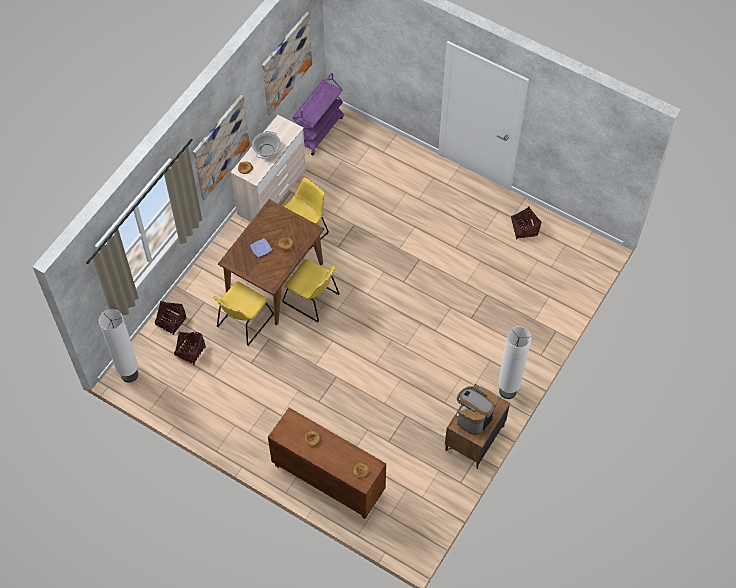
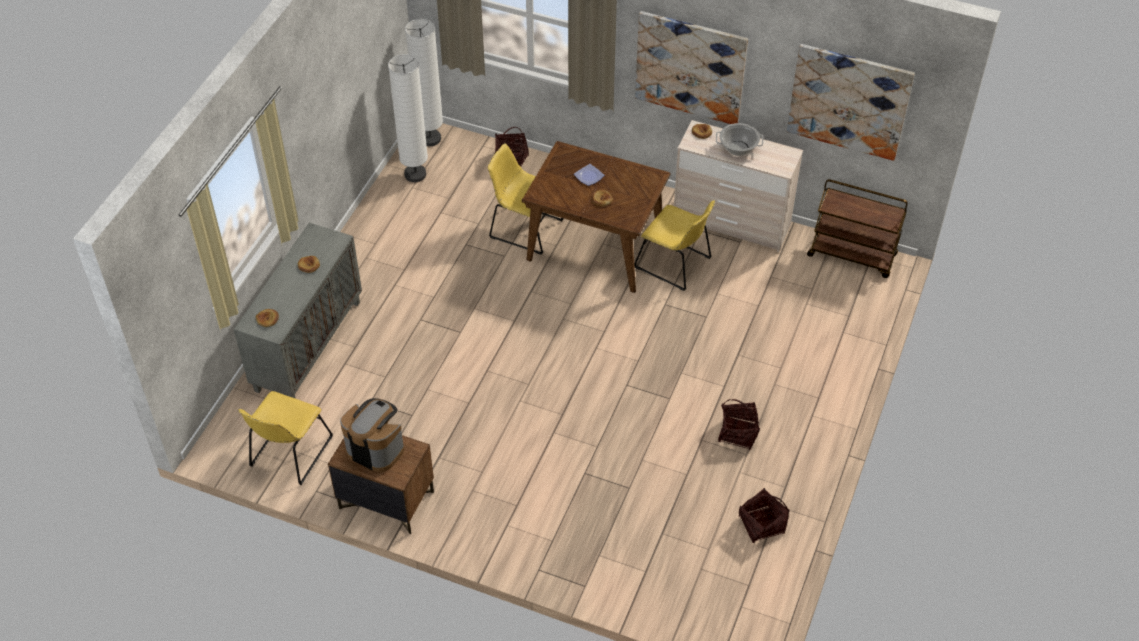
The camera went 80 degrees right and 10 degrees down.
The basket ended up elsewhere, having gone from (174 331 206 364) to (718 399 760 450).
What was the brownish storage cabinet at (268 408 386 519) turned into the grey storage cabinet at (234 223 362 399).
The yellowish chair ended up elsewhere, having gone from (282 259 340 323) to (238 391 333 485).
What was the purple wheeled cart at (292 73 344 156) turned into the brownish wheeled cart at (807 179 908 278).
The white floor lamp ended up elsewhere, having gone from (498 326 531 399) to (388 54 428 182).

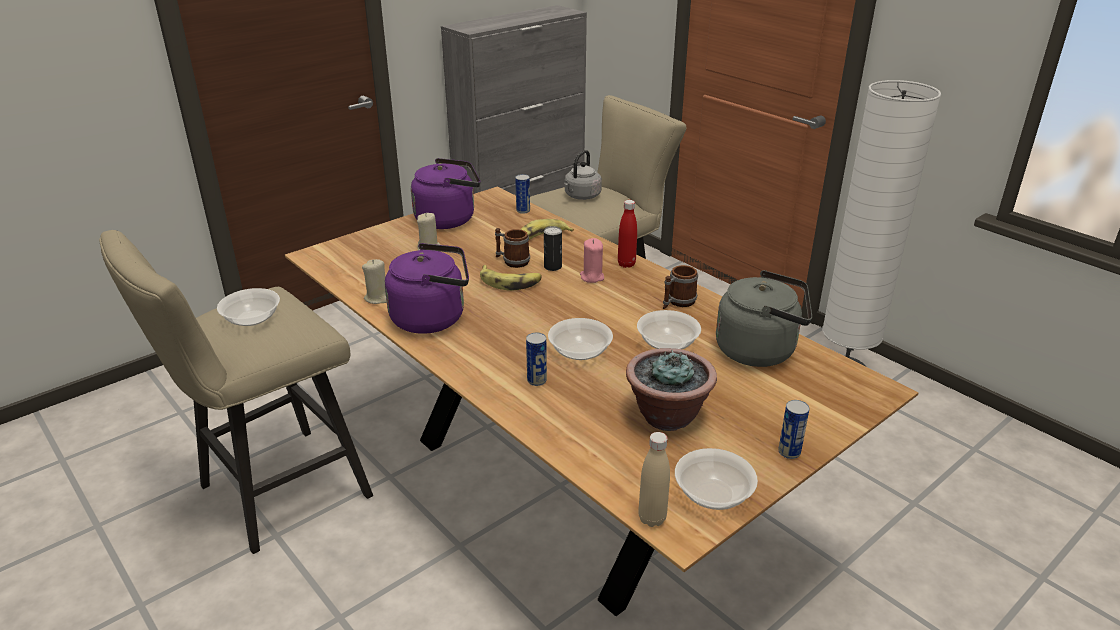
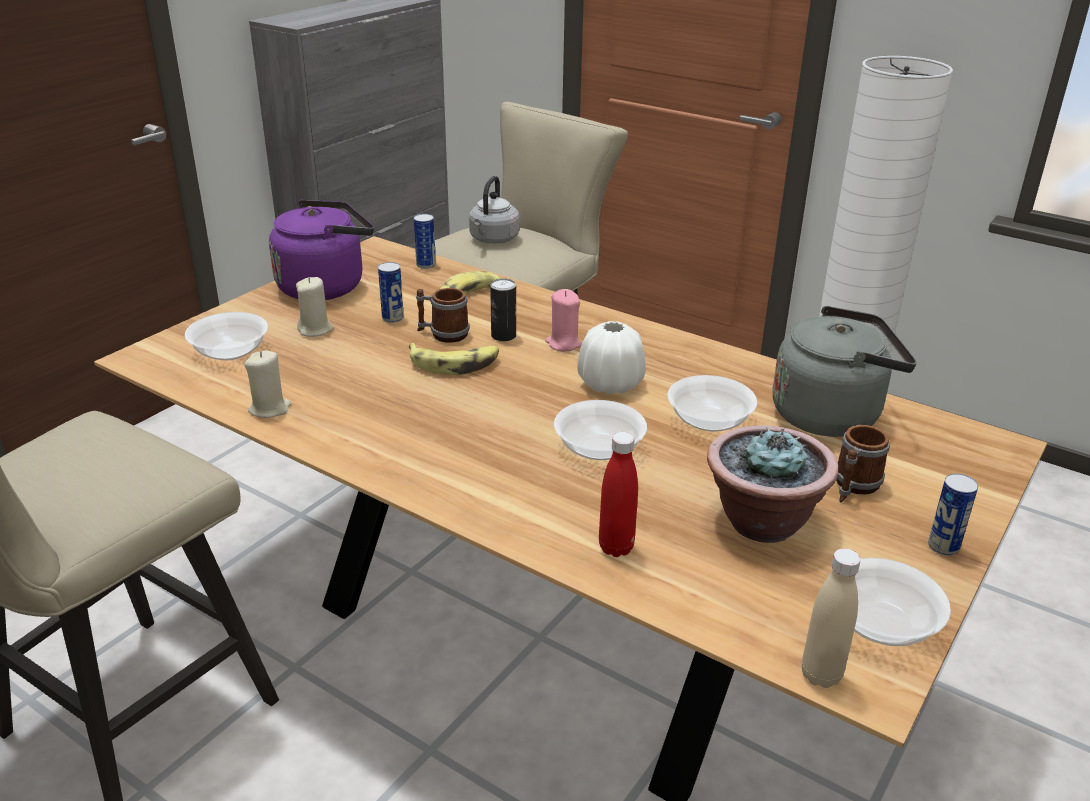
The camera went 15 degrees left and 0 degrees up.
The bowl ended up elsewhere, having gone from (217 288 280 326) to (185 312 268 361).
The second view lost the purple water kettle at (385 243 469 334).
The metal can ended up elsewhere, having gone from (526 332 547 386) to (378 262 404 323).
The red beverage bottle ended up elsewhere, having gone from (618 200 637 268) to (599 432 638 557).
The coffee mug ended up elsewhere, having gone from (663 265 698 309) to (836 425 890 503).
The second view gained the white flower vase at (577 321 646 395).

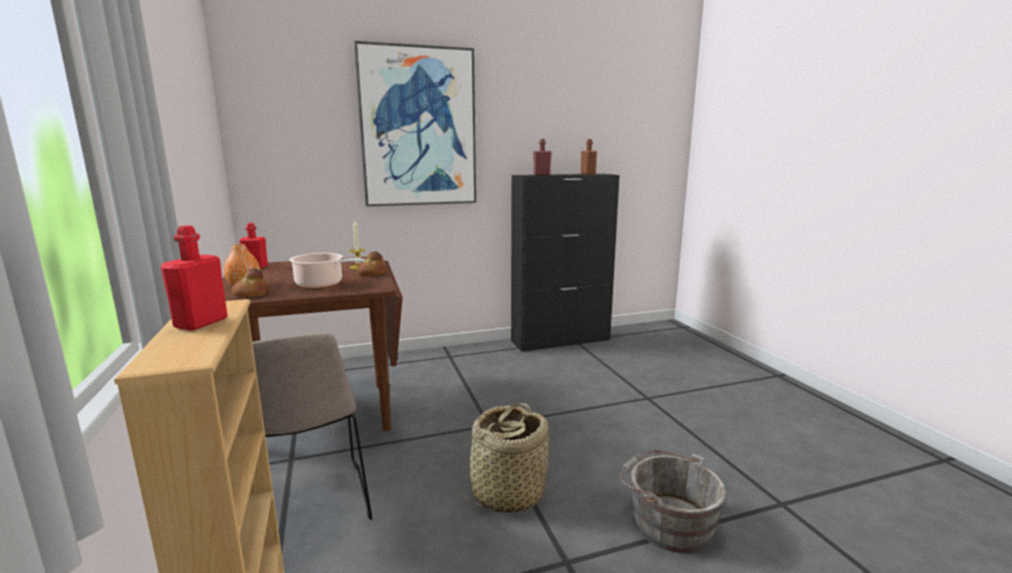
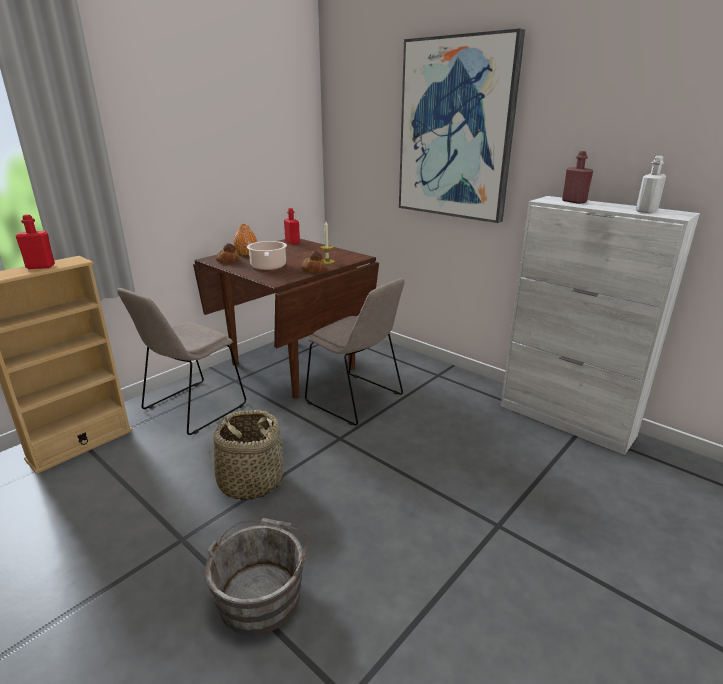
The camera went 60 degrees right and 10 degrees up.
What was the black storage cabinet at (511 174 620 352) turned into the white storage cabinet at (501 196 700 455).
What was the brownish beverage bottle at (581 139 597 175) turned into the white beverage bottle at (636 156 666 213).
The second view gained the sand-coloured chair at (305 278 404 425).

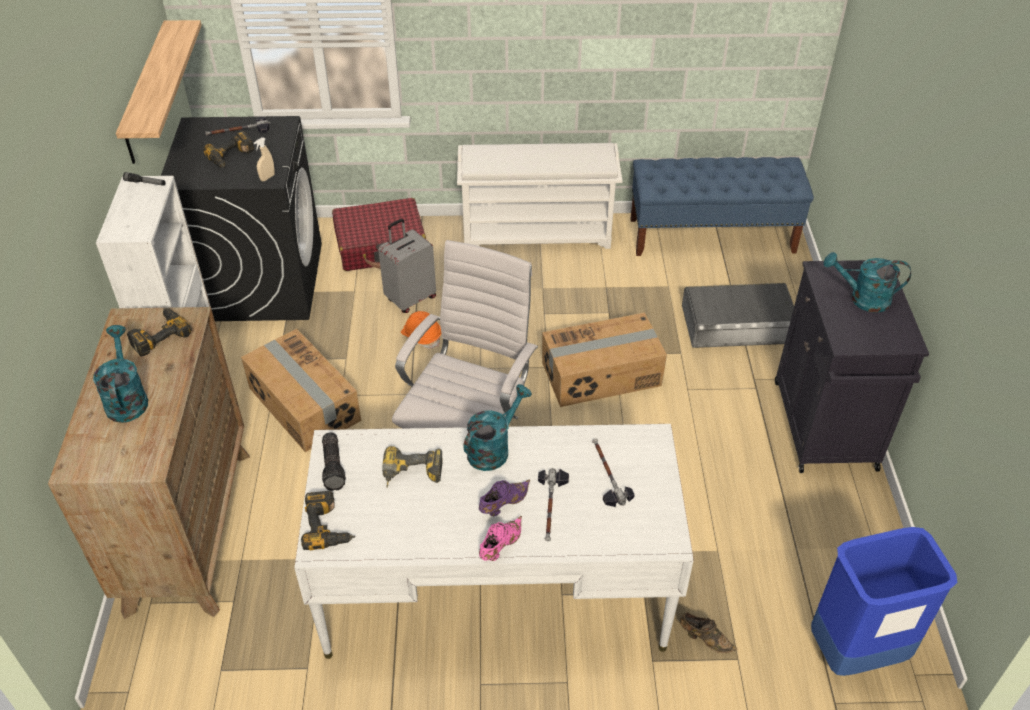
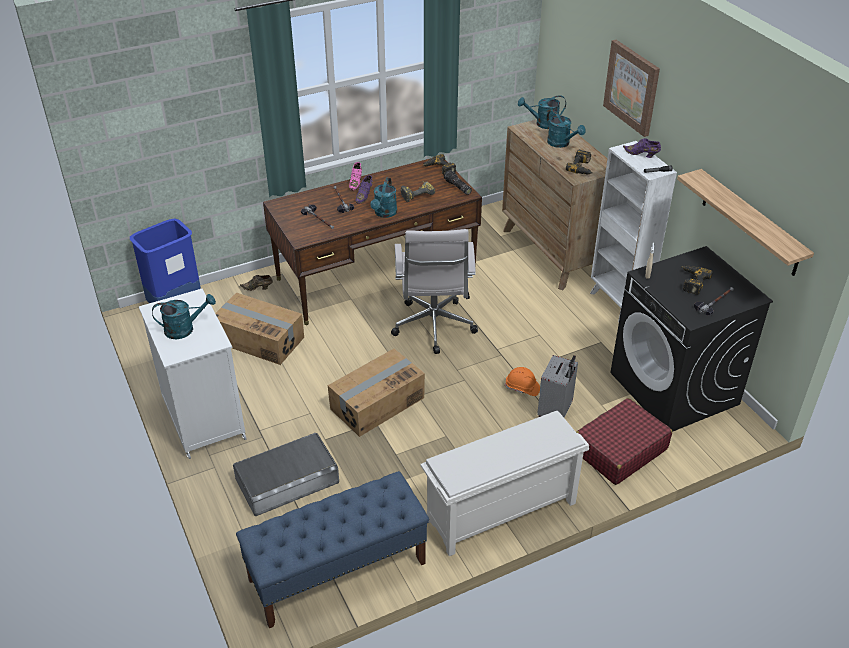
The camera went 155 degrees right and 5 degrees down.
The packing box ended up elsewhere, having gone from (241 329 361 452) to (215 292 304 365).
What was the white desk table at (294 424 694 659) turned into the brownish desk table at (263 158 482 325).
What was the black storage cabinet at (775 260 929 473) turned into the white storage cabinet at (139 289 247 459).
The second view gained the blue-green watering can at (518 95 566 129).
The second view gained the picture at (603 40 660 137).
The second view gained the purple item of footwear at (623 138 661 158).

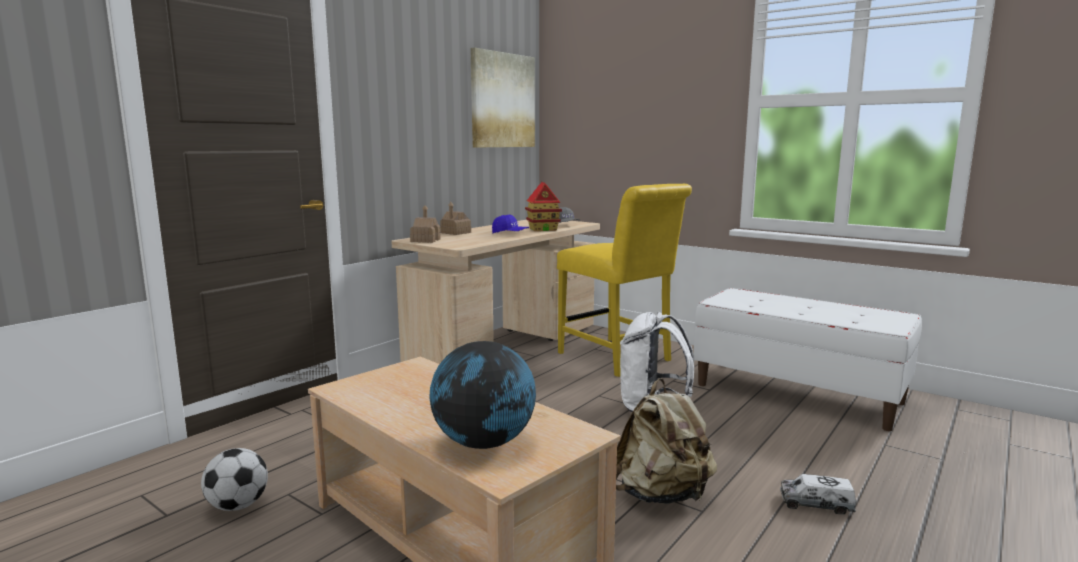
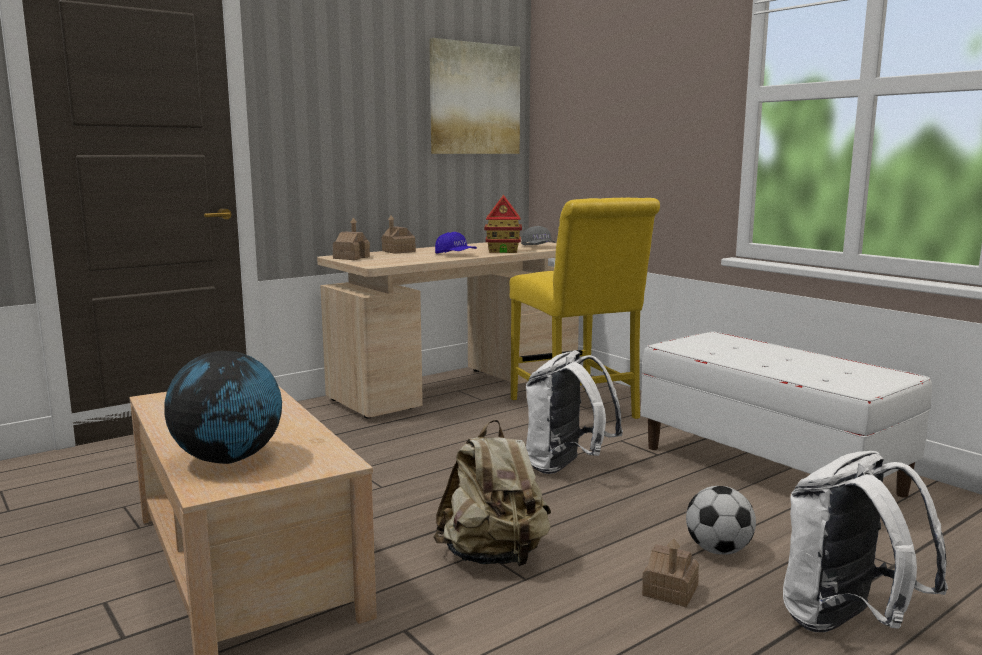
The camera went 15 degrees right and 0 degrees up.
The football ended up elsewhere, having gone from (201 448 268 511) to (686 486 756 555).
Where the toy lorry stood at (780 474 856 515), the model house came to stand at (642 538 699 607).
The second view gained the white backpack at (783 451 948 632).

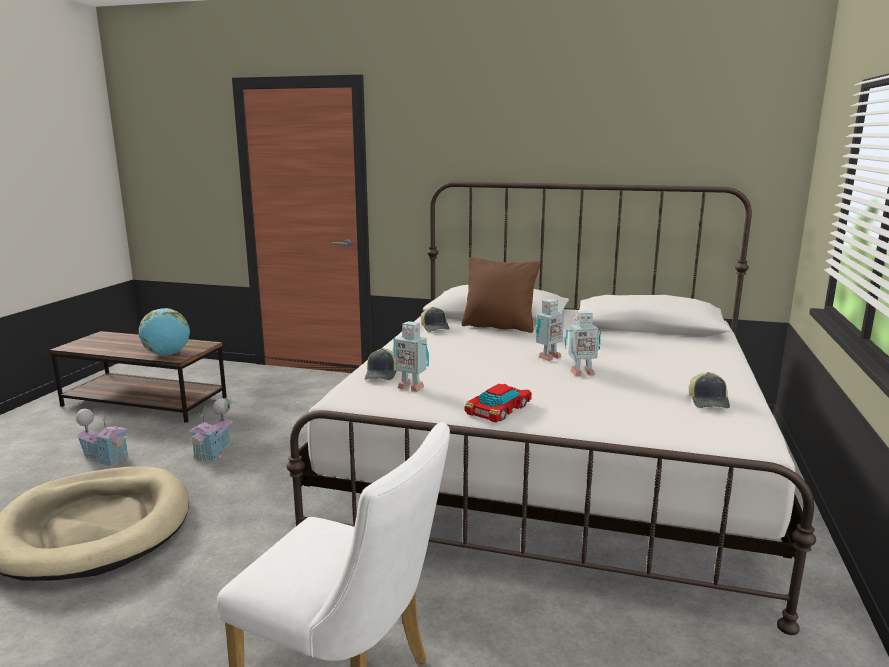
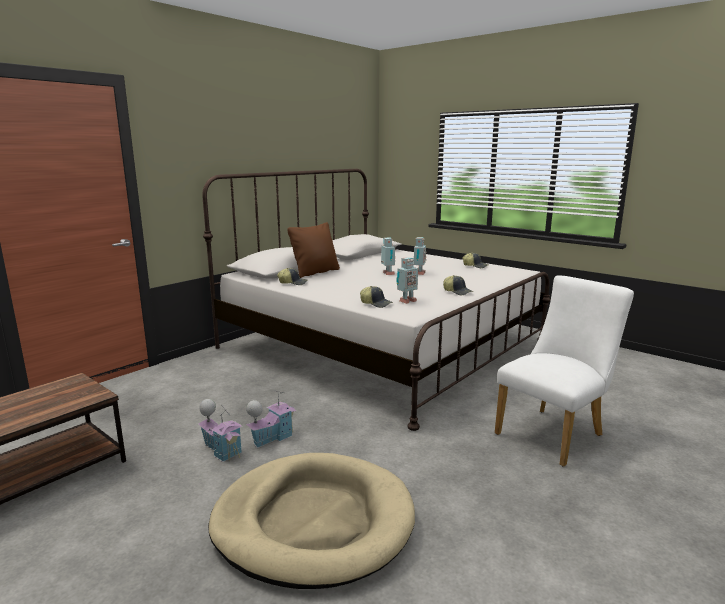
The camera went 65 degrees left and 0 degrees up.
The model house ended up elsewhere, having gone from (75 409 128 467) to (246 390 296 448).
The second view lost the globe at (139 308 190 356).
Where the model car stood at (464 384 532 422), the peaked cap came to stand at (443 275 473 296).

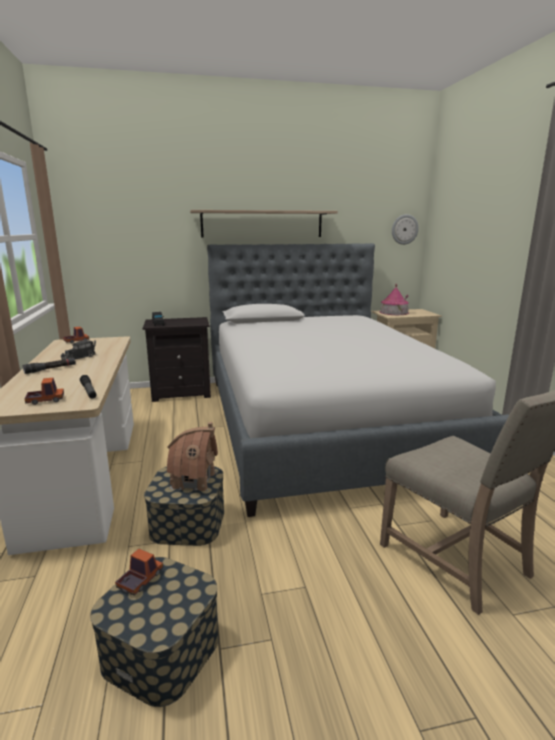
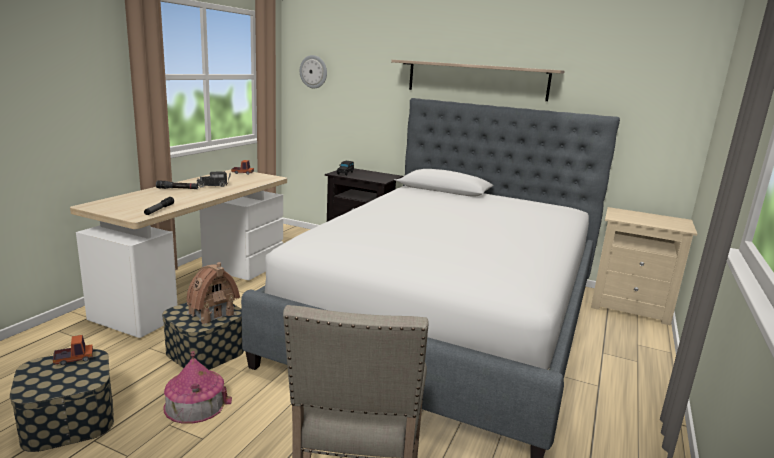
The camera went 35 degrees right and 0 degrees up.
The second view lost the toy lorry at (25 378 64 405).
The model house ended up elsewhere, having gone from (379 284 409 315) to (164 351 232 424).
The wall clock ended up elsewhere, having gone from (392 214 419 245) to (300 55 327 88).

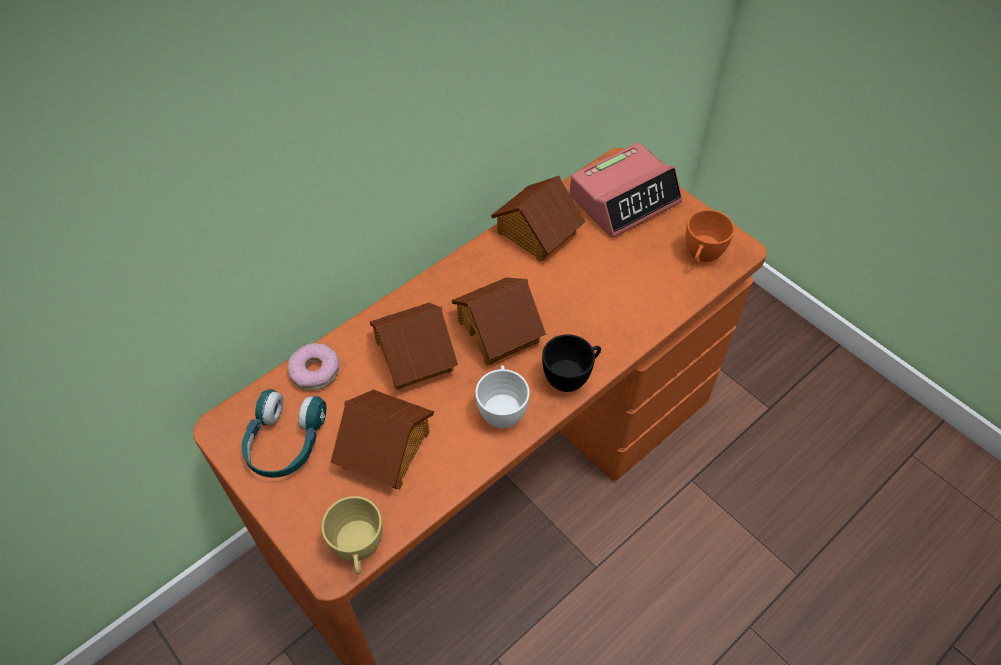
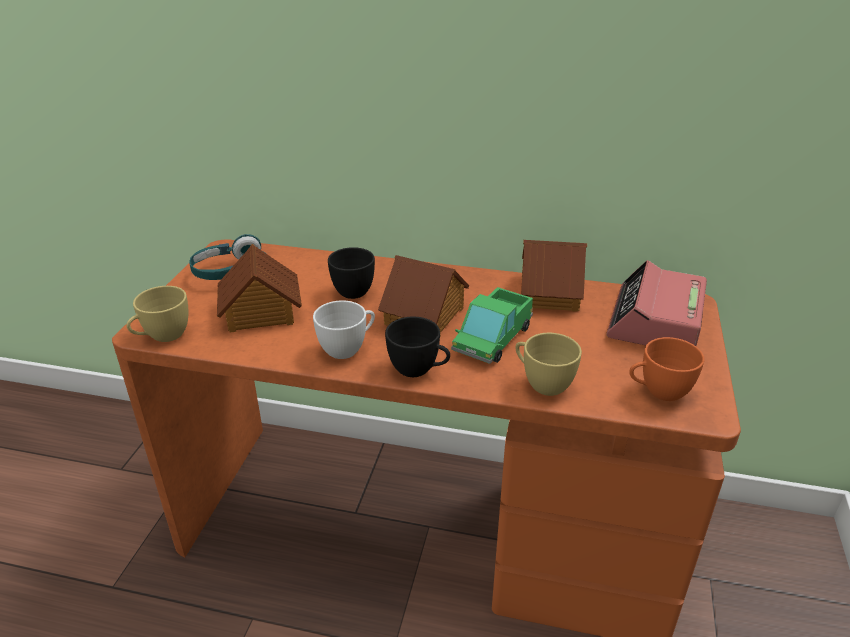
The camera went 55 degrees right and 20 degrees down.
The second view lost the donut at (288 343 339 391).
Where the model house stood at (370 303 458 390), the black cup came to stand at (328 247 375 299).
The bedside clock at (569 143 682 238) ended up facing another way, 90 degrees clockwise from before.
The second view gained the toy lorry at (451 287 533 364).
The second view gained the yellowish cup at (515 333 582 396).

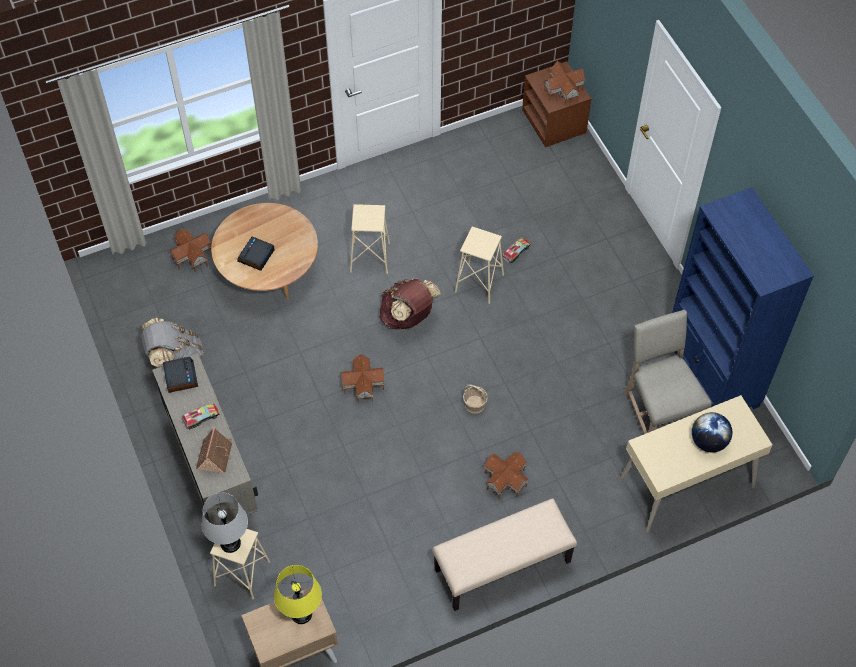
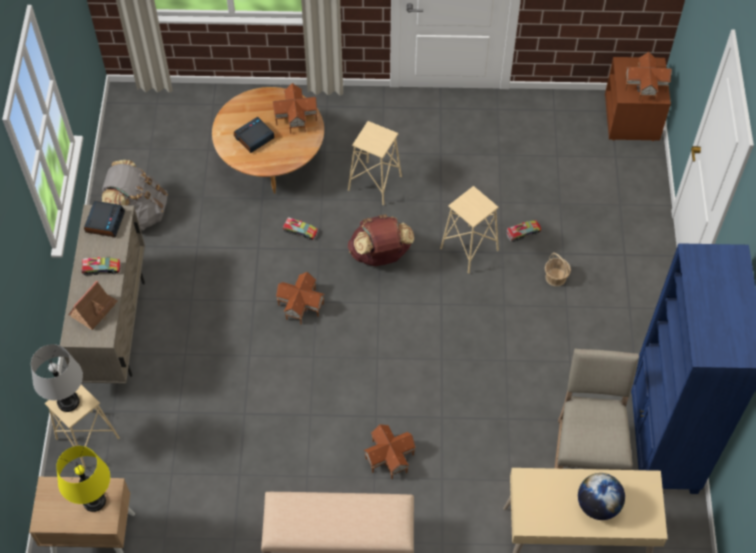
The camera went 25 degrees right and 0 degrees up.
The model house ended up elsewhere, having gone from (169 228 212 273) to (273 83 318 134).
The basket ended up elsewhere, having gone from (463 384 488 414) to (545 252 571 287).
The second view gained the toy lorry at (283 217 318 240).

